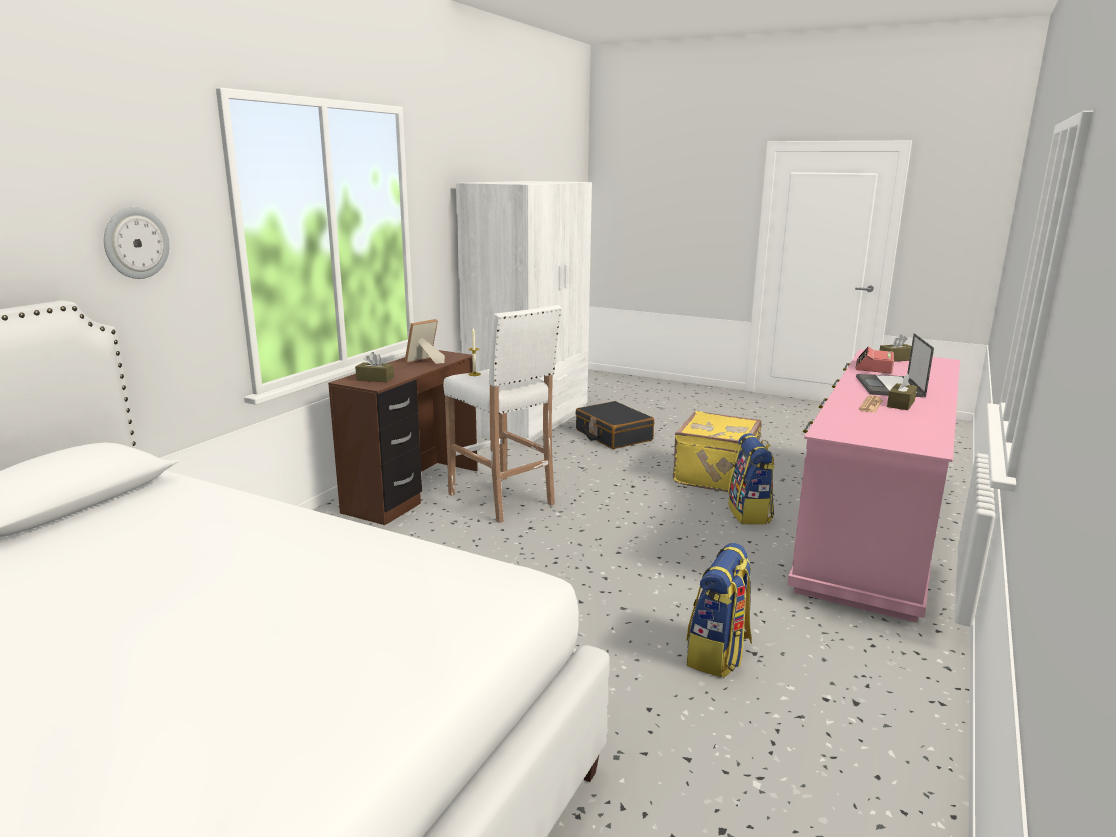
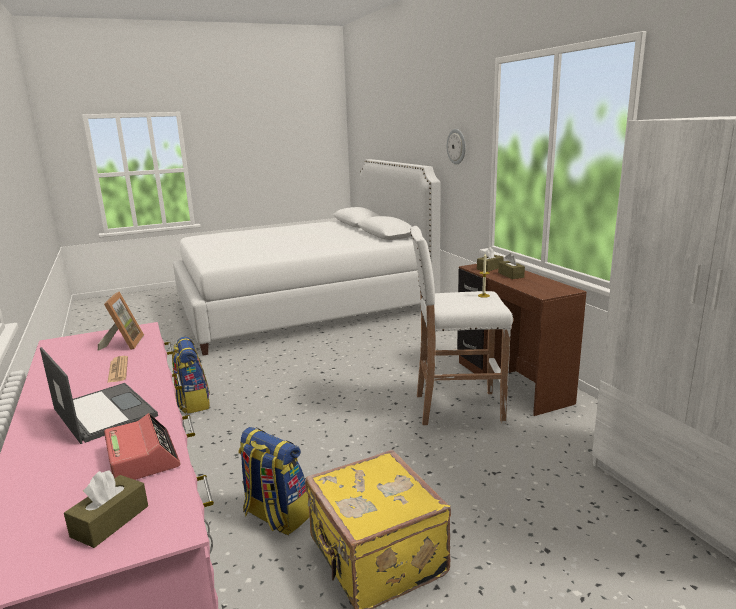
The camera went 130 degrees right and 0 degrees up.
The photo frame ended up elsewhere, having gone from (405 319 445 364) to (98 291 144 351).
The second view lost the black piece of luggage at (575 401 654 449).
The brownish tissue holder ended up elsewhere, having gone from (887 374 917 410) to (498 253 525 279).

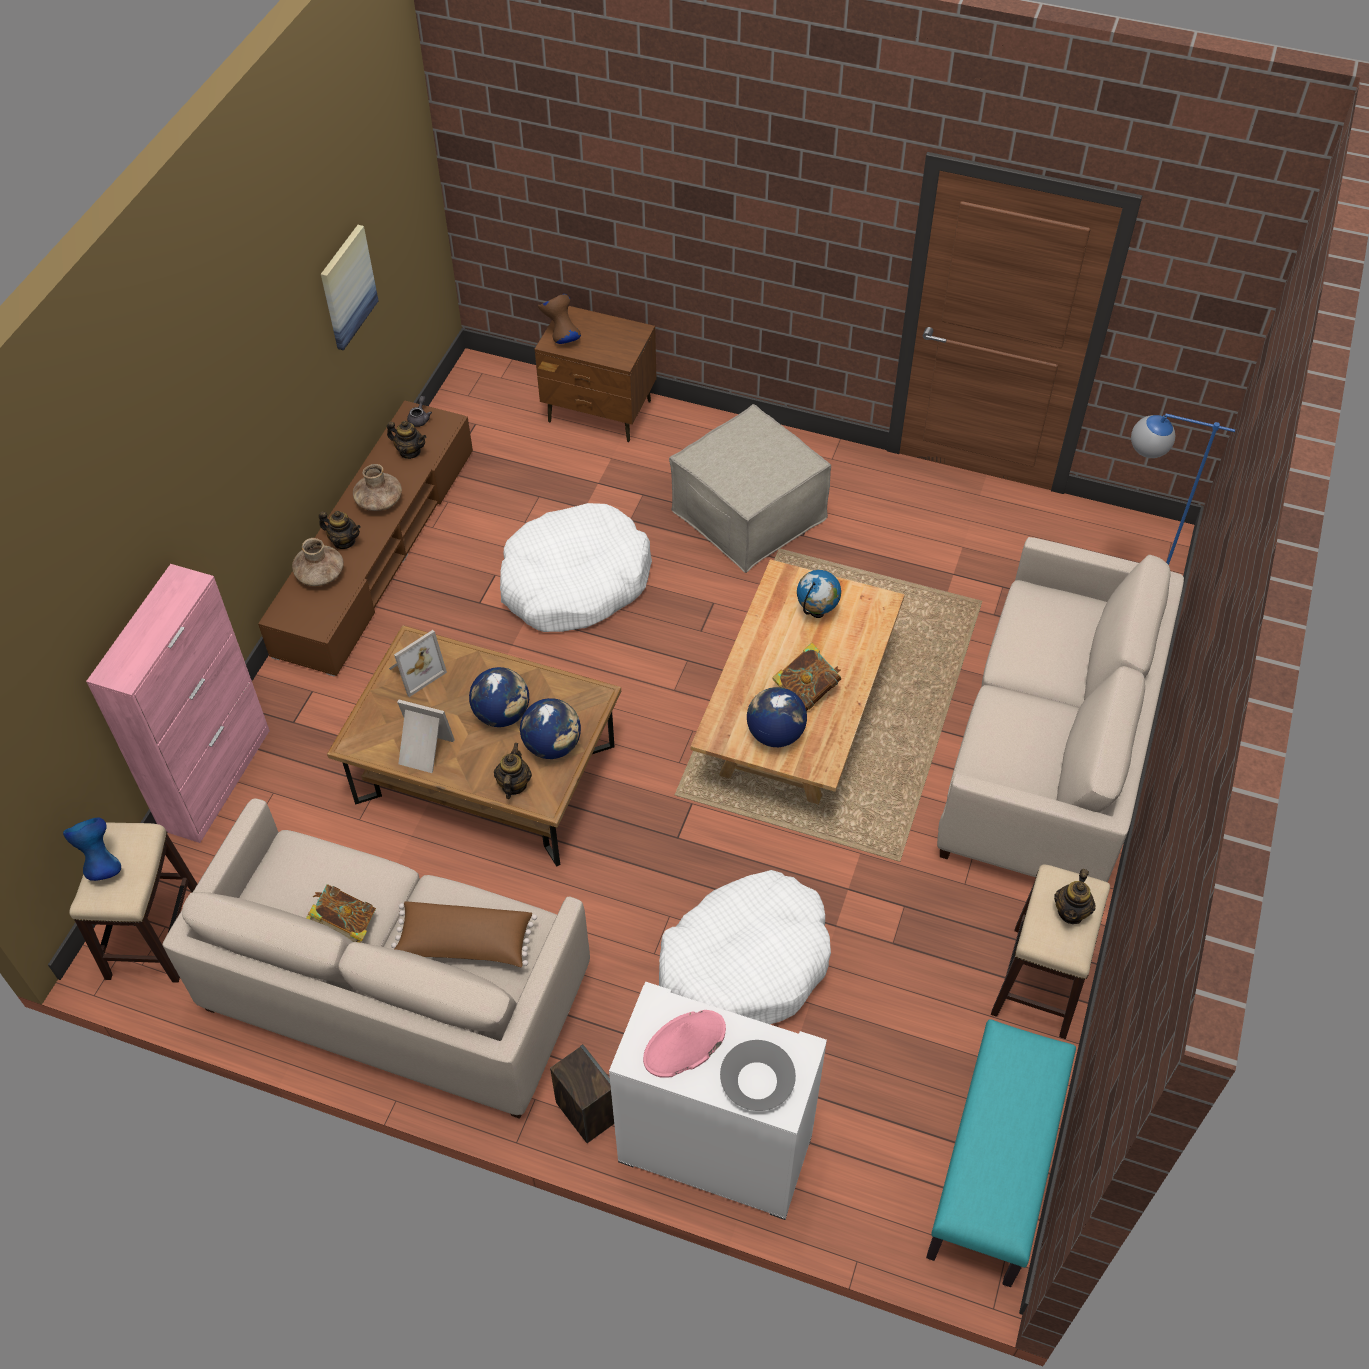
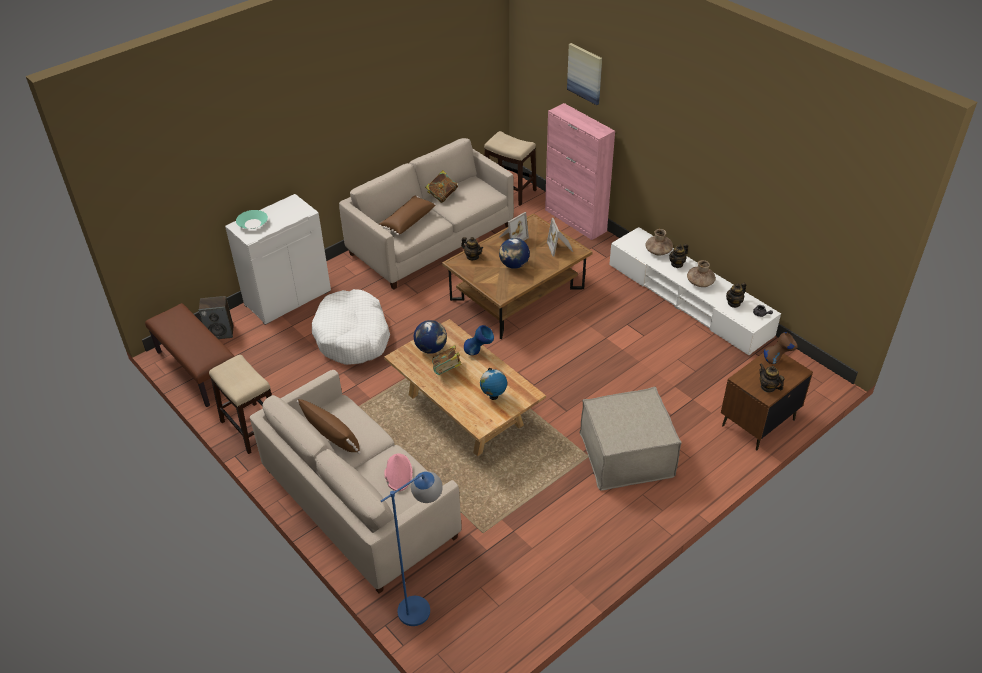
The camera went 120 degrees right and 10 degrees down.
The bluish flower vase ended up elsewhere, having gone from (63 817 121 881) to (464 325 494 355).
What was the brownish tv unit at (258 400 473 676) turned into the white tv unit at (609 227 781 355).
The picture ended up elsewhere, having gone from (321 225 378 350) to (567 43 602 105).
The second view lost the white pet bed at (500 503 652 632).
The second view lost the globe at (520 698 581 759).
The speaker ended up elsewhere, having gone from (550 1044 614 1143) to (199 296 233 339).
The pink wearable hat ended up elsewhere, having gone from (643 1010 726 1078) to (384 453 413 491).
What was the grey bowl at (720 1040 796 1111) turned into the blue-green bowl at (236 210 268 229).
What was the blue-green long seat at (926 1019 1076 1287) turned into the brownish long seat at (145 303 235 407).
The tea pot ended up elsewhere, having gone from (1054 869 1096 924) to (759 363 784 393).
The second view gained the brownish throw pillow at (297 399 361 454).

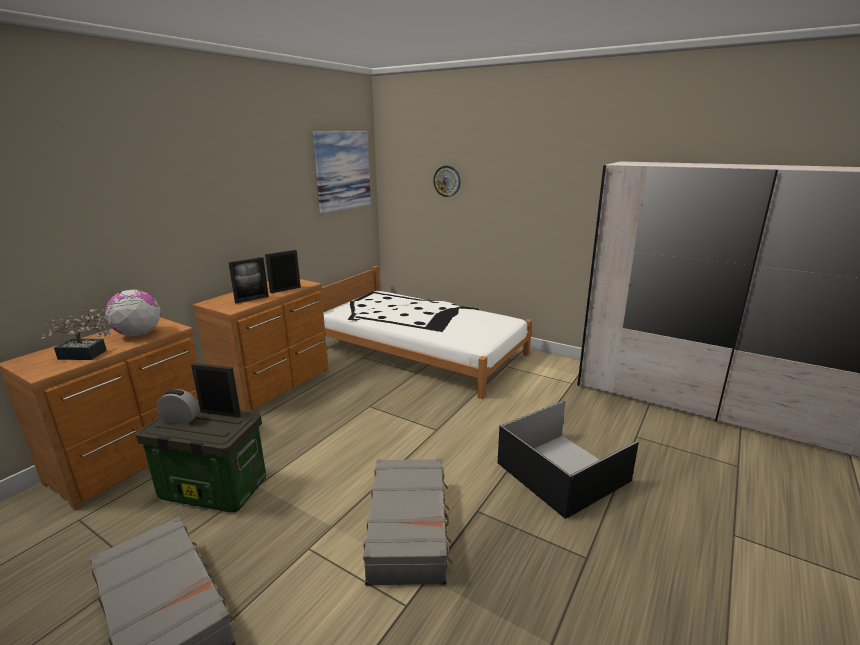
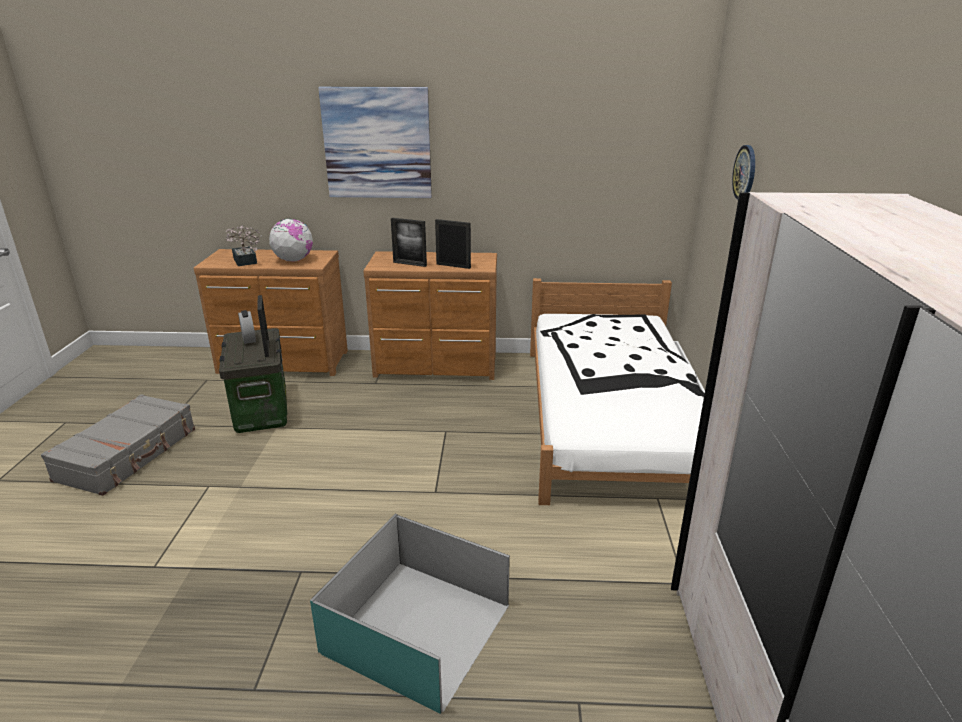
The camera went 60 degrees right and 5 degrees up.
The picture ended up elsewhere, having gone from (312 131 371 214) to (318 87 432 198).
The second view lost the grey piece of luggage at (363 459 453 586).
What was the black storage container at (497 400 639 519) turned into the blue-green storage container at (310 513 510 714).

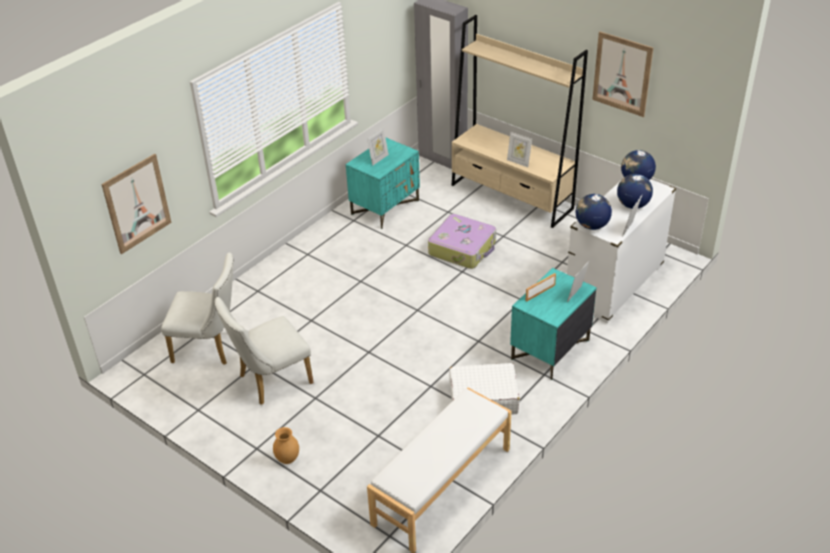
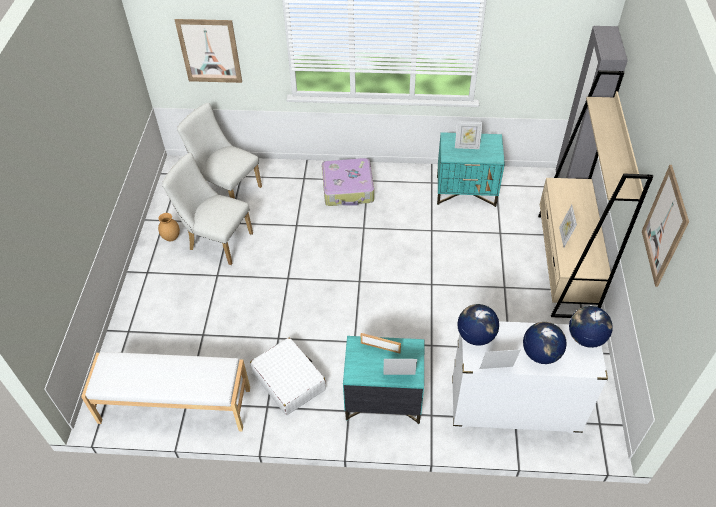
The camera went 55 degrees right and 10 degrees up.
The white chair at (161 252 234 365) ended up facing another way, 150 degrees clockwise from before.
The brownish flower vase ended up elsewhere, having gone from (273 427 299 464) to (158 213 180 241).
The piece of luggage ended up elsewhere, having gone from (428 214 496 269) to (322 158 374 206).

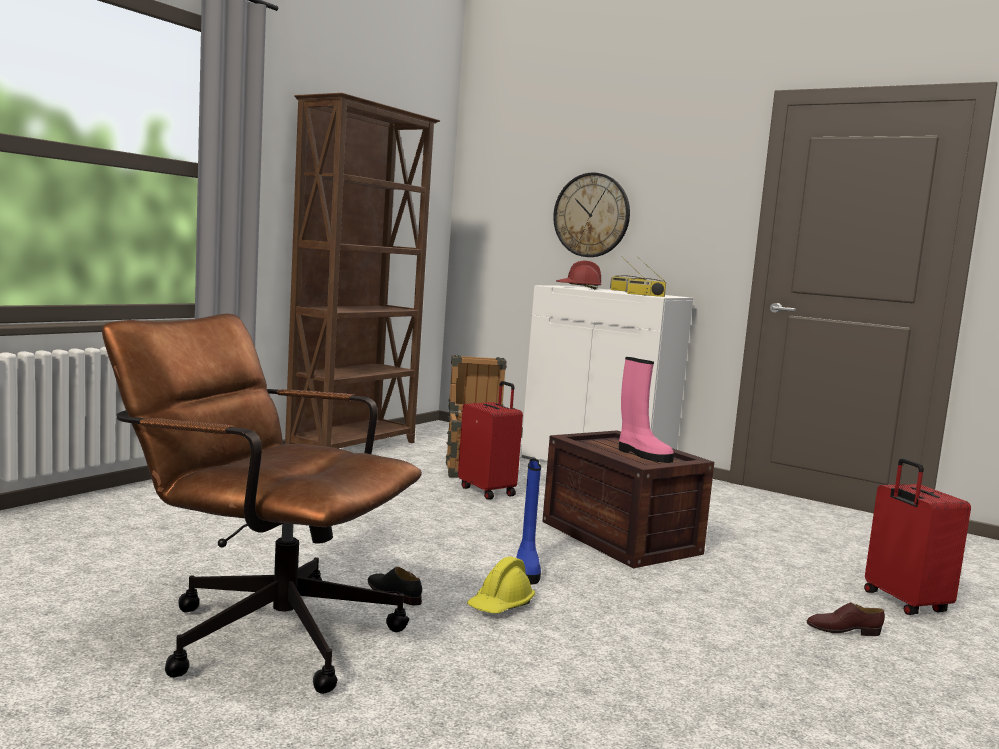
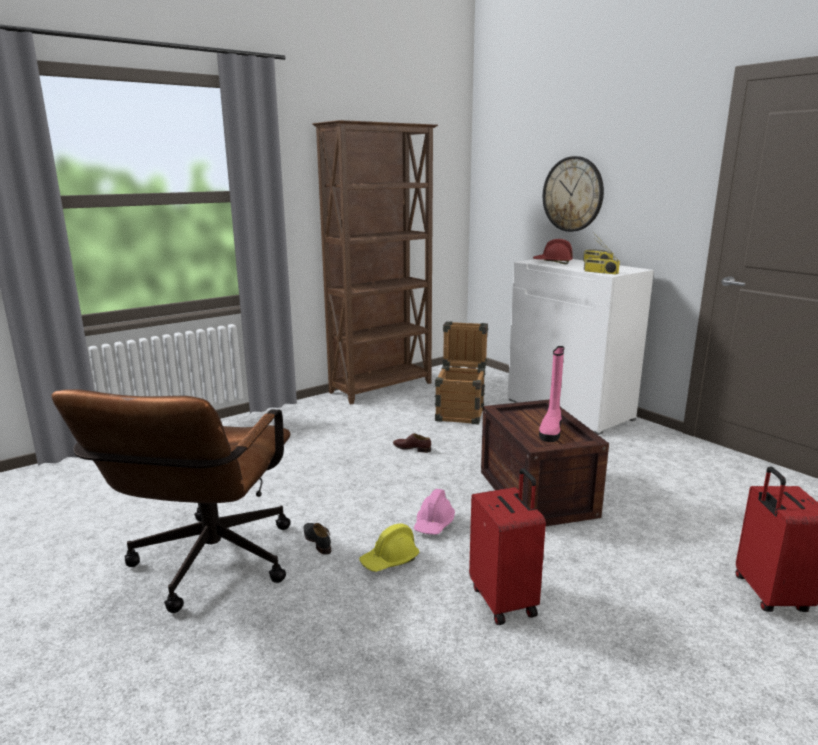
The camera went 20 degrees right and 10 degrees up.
The brownish office chair at (102 314 422 694) ended up facing another way, 120 degrees counterclockwise from before.
The red piece of luggage ended up elsewhere, having gone from (458 381 523 500) to (469 468 546 625).
Where the bluish tall boot stood at (516 459 541 584), the pink safety helmet came to stand at (414 489 455 535).
The pink tall boot at (619 357 674 463) ended up facing another way, 45 degrees clockwise from before.
The brownish item of footwear ended up elsewhere, having gone from (807 602 885 636) to (393 433 431 453).

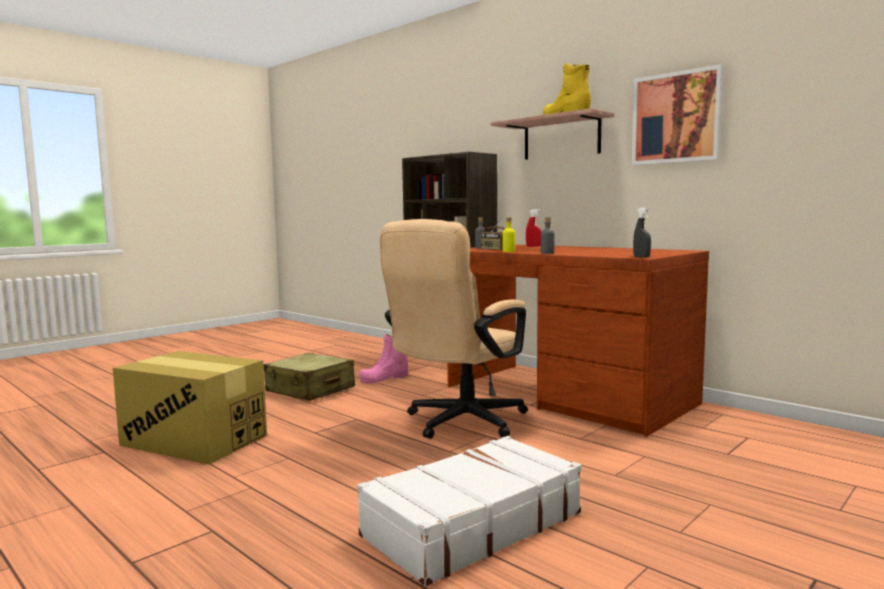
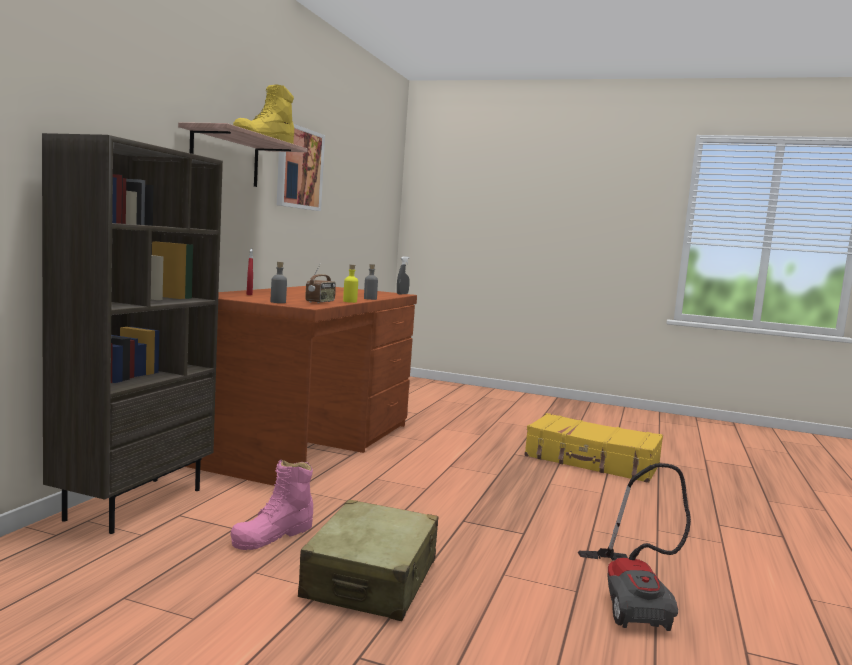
The camera went 115 degrees left and 0 degrees up.
Where the packing box stood at (113 351 267 464), the vacuum came to stand at (578 463 691 631).
What was the white piece of luggage at (357 436 581 586) turned into the yellowish piece of luggage at (524 413 663 483).
The pink tall boot at (359 334 408 383) ended up facing another way, 105 degrees clockwise from before.
The second view lost the sand-coloured office chair at (380 219 528 439).

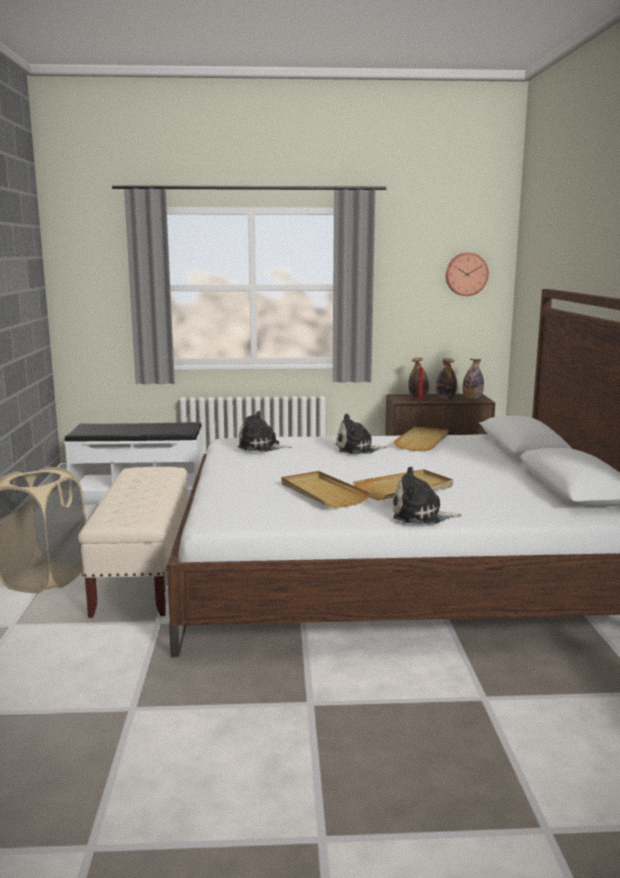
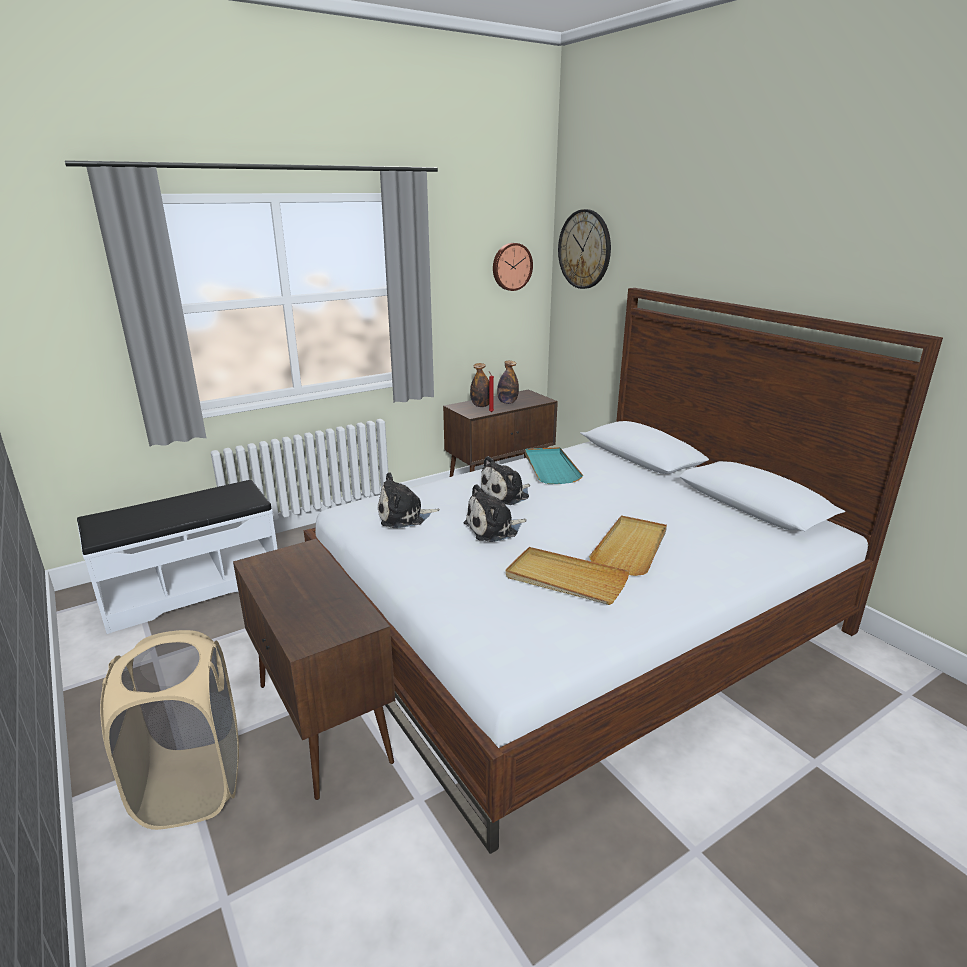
The camera went 30 degrees left and 10 degrees up.
Where the sand-coloured long seat stood at (78 467 188 618), the brownish storage cabinet came to stand at (233 539 395 800).
What was the sand-coloured serving tray at (393 427 448 451) turned into the blue-green serving tray at (525 447 583 484).
The cuddly toy ended up elsewhere, having gone from (393 467 461 524) to (464 484 527 542).
The second view lost the beverage bottle at (463 359 484 399).
The second view gained the wall clock at (558 209 611 289).

